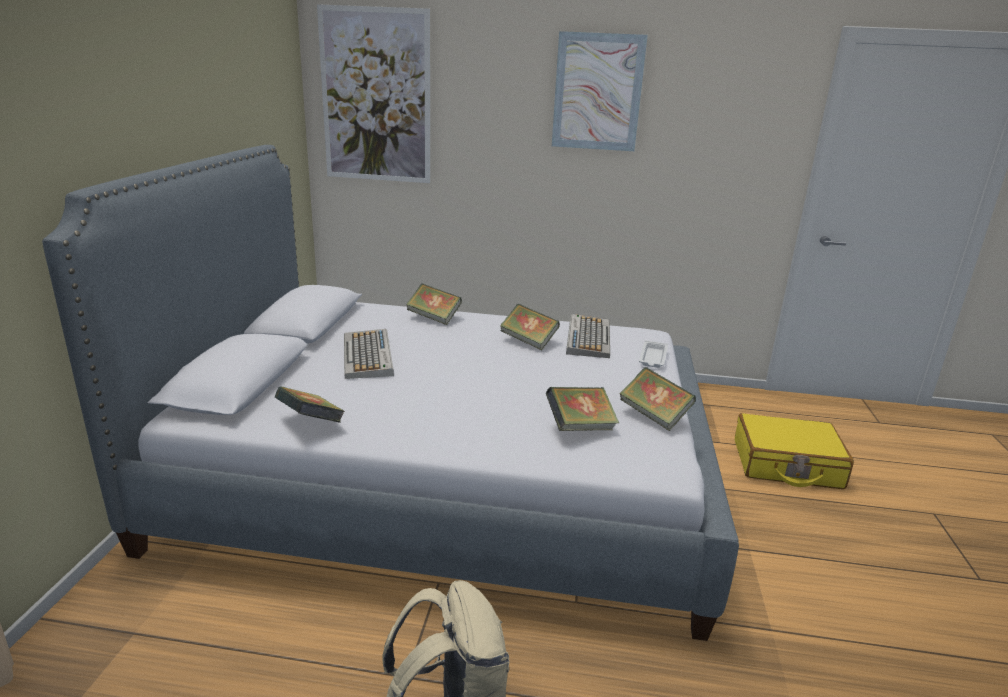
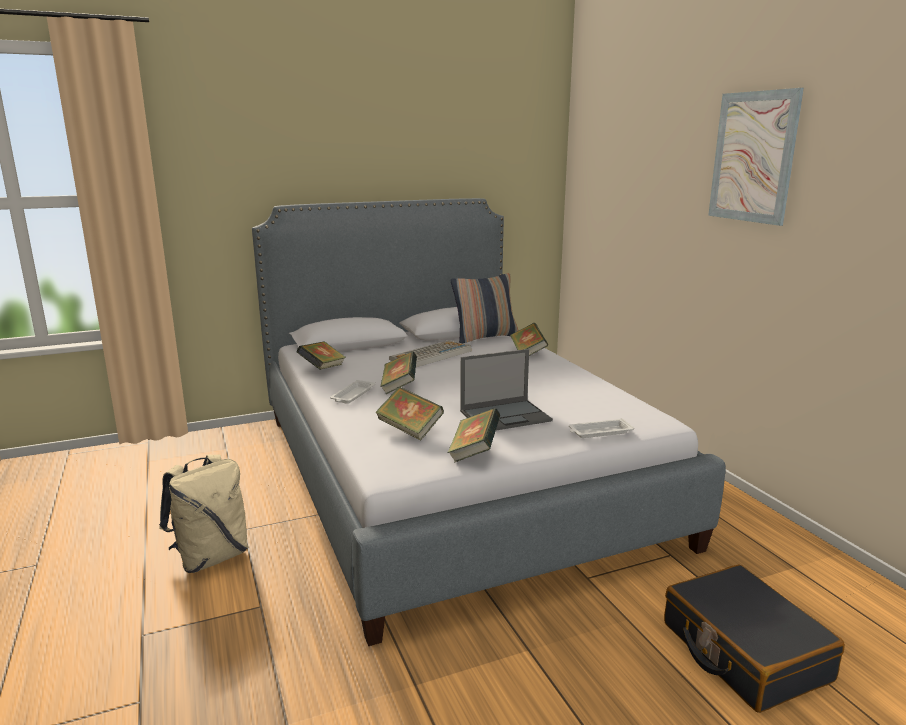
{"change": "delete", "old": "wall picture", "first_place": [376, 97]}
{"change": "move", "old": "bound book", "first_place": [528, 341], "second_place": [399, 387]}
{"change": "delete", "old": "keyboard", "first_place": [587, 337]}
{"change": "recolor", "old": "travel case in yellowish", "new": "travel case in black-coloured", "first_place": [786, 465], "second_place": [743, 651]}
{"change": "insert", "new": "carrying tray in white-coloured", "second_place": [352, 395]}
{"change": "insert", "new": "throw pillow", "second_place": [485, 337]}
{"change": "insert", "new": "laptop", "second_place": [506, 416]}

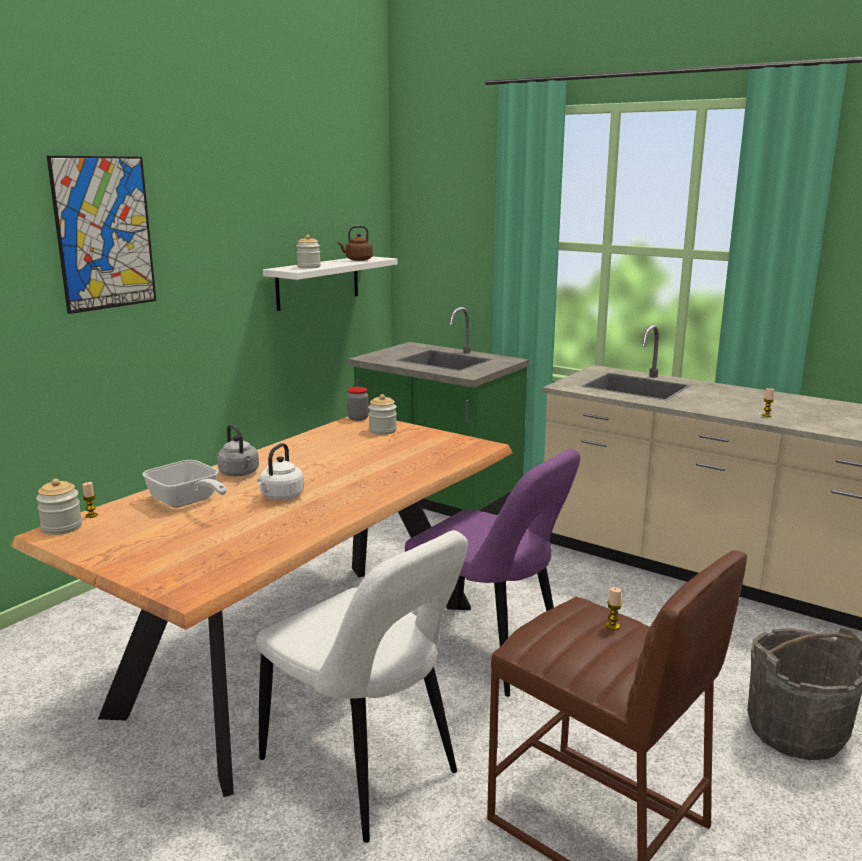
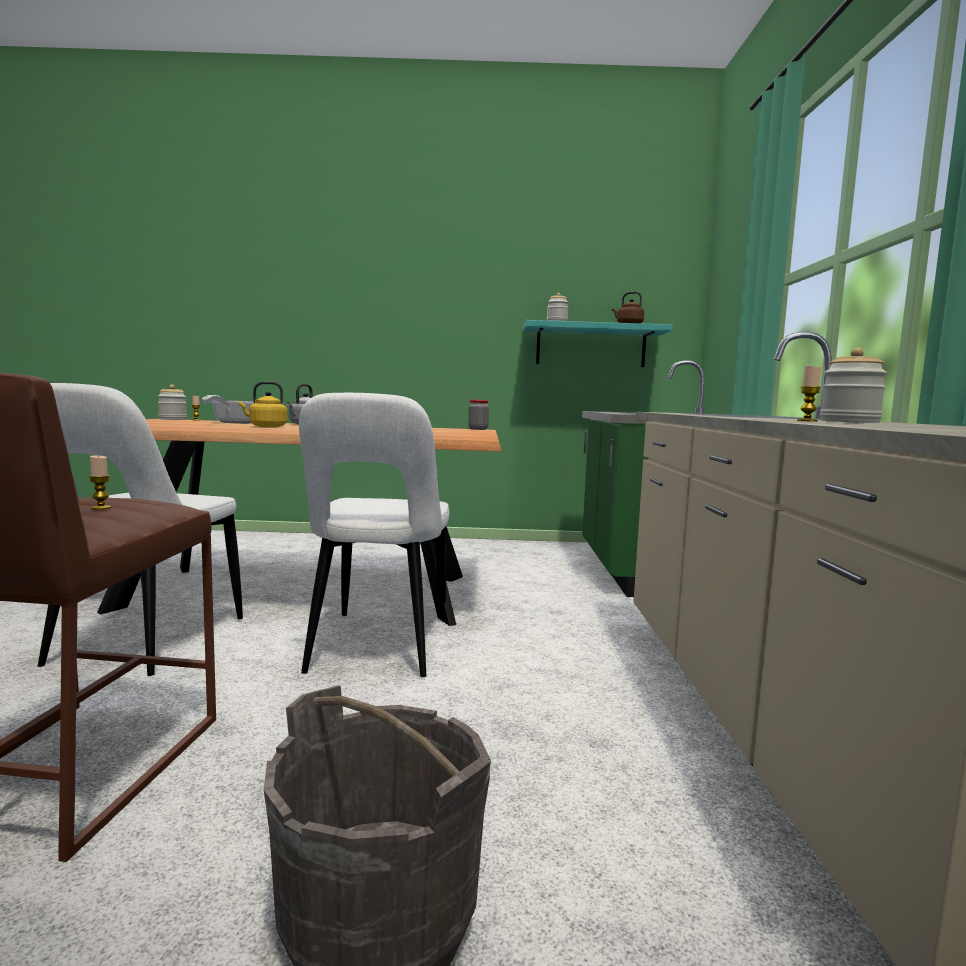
{"change": "delete", "old": "wall picture", "first_place": [104, 233]}
{"change": "recolor", "old": "tea kettle in white-coloured", "new": "tea kettle in yellowish", "first_place": [280, 497], "second_place": [266, 427]}
{"change": "recolor", "old": "shelf in white-coloured", "new": "shelf in turquoise", "first_place": [318, 282], "second_place": [591, 346]}
{"change": "move", "old": "storage jar", "first_place": [382, 431], "second_place": [849, 421]}
{"change": "recolor", "old": "chair in purplish", "new": "chair in white-coloured", "first_place": [487, 652], "second_place": [377, 648]}

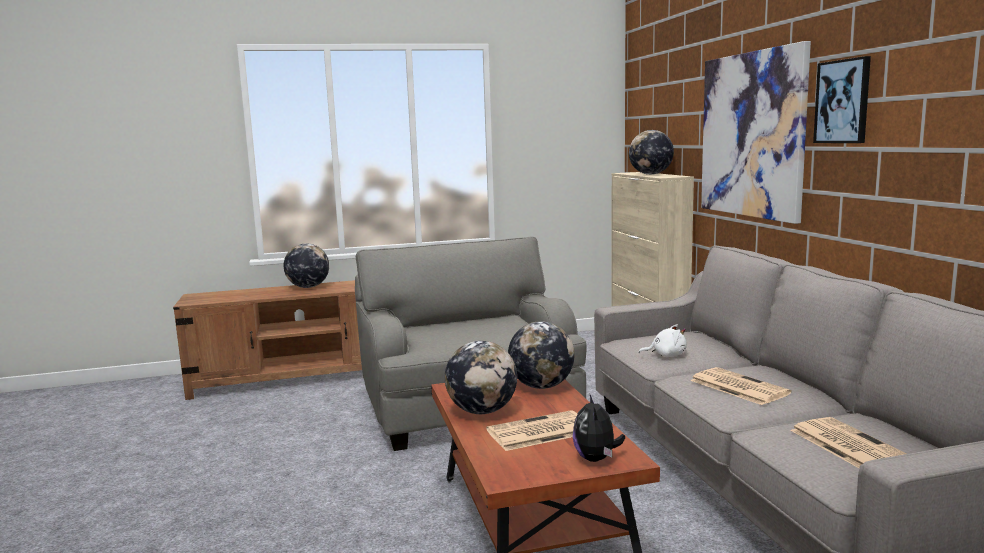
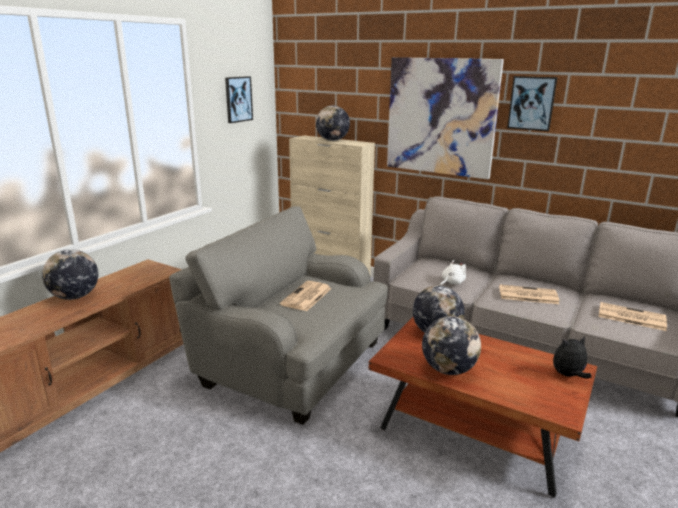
{"change": "move", "old": "newspaper", "first_place": [539, 432], "second_place": [306, 297]}
{"change": "rotate", "old": "plush toy", "first_place": [596, 459], "second_place": [568, 375], "degrees": 120}
{"change": "insert", "new": "wall picture", "second_place": [238, 99]}

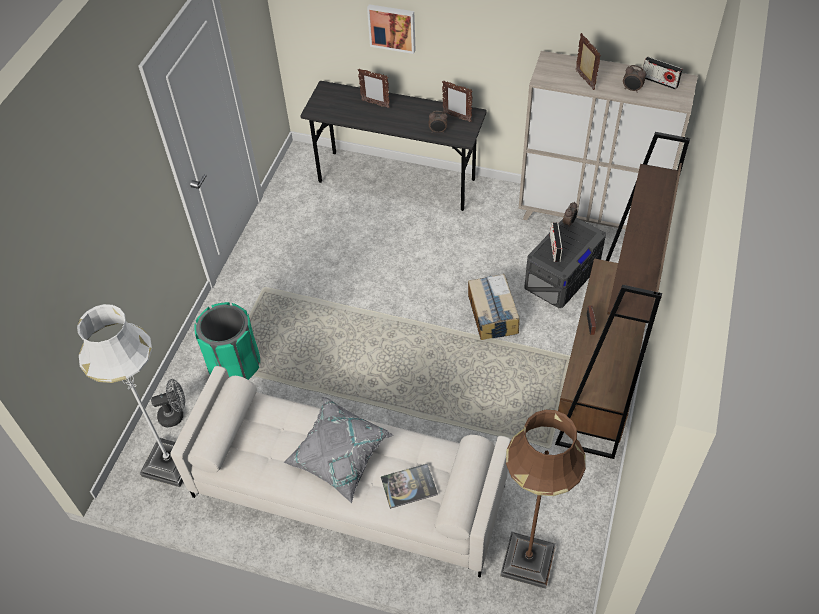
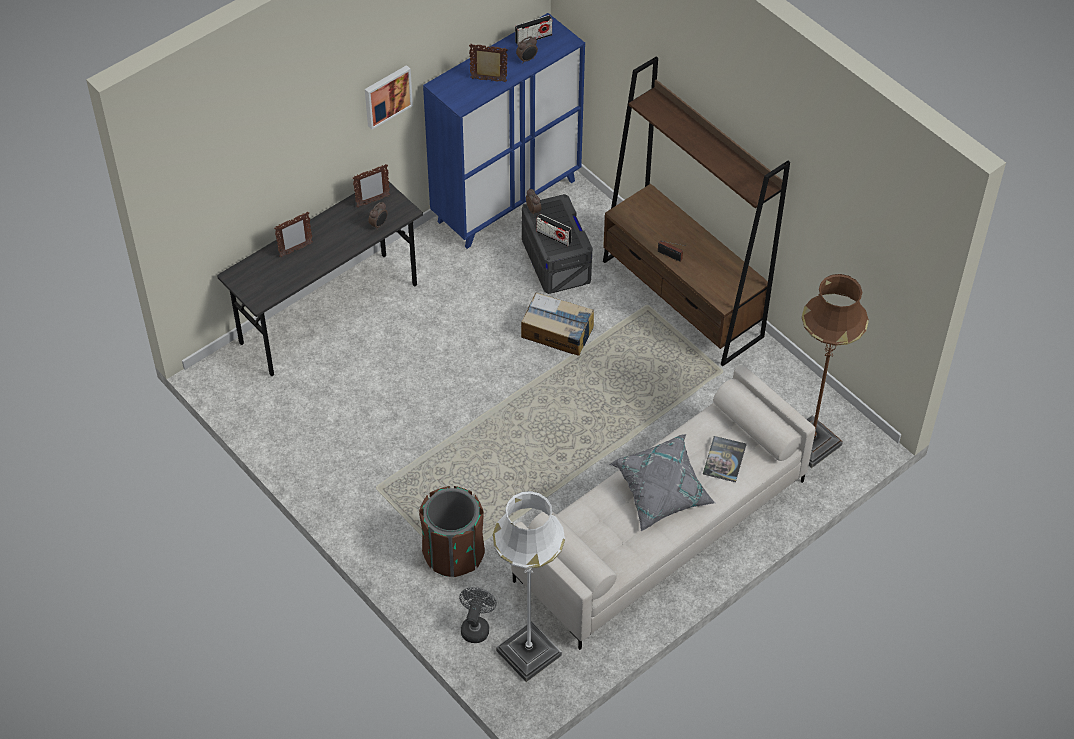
{"change": "recolor", "old": "rubbish bin in green", "new": "rubbish bin in brownish", "first_place": [234, 364], "second_place": [453, 553]}
{"change": "move", "old": "wall picture", "first_place": [392, 27], "second_place": [387, 95]}
{"change": "recolor", "old": "cupboard in beige-coloured", "new": "cupboard in blue-coloured", "first_place": [590, 216], "second_place": [506, 200]}

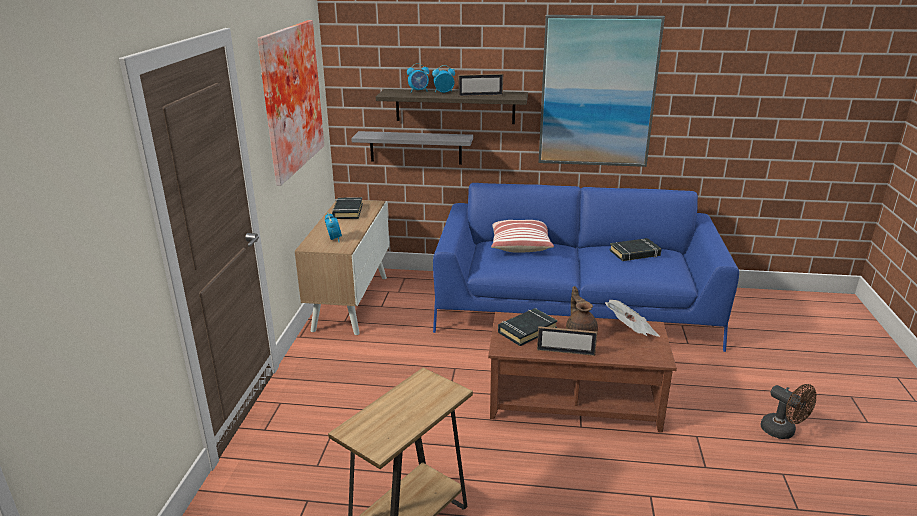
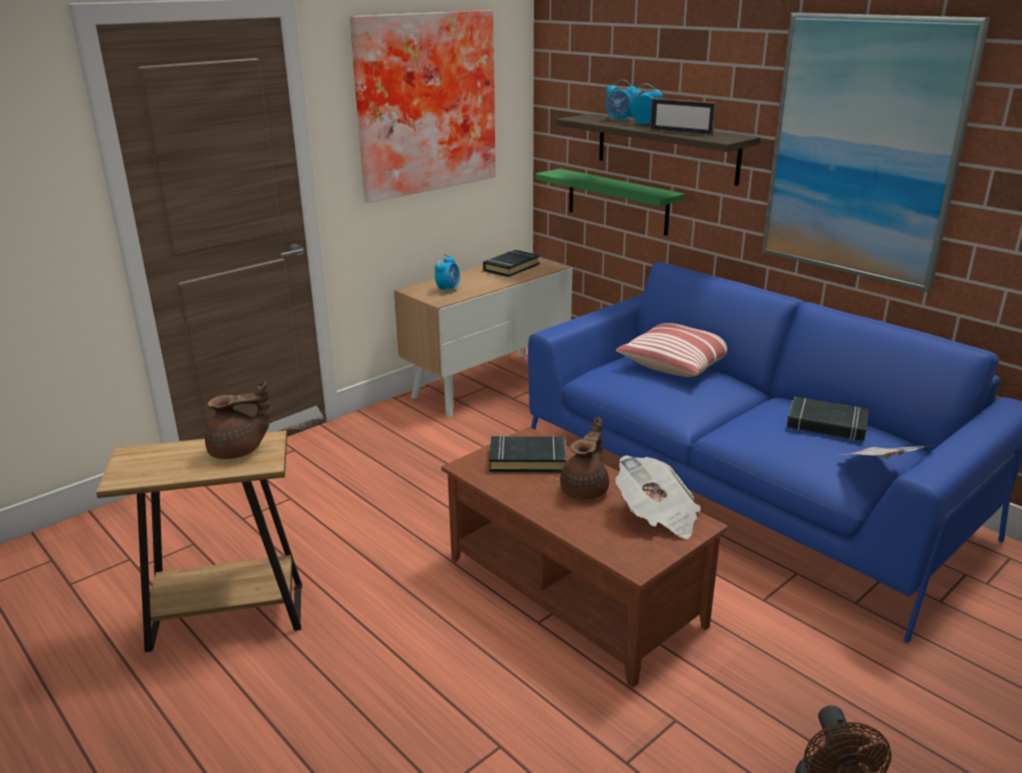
{"change": "recolor", "old": "shelf in gray", "new": "shelf in green", "first_place": [415, 147], "second_place": [617, 201]}
{"change": "delete", "old": "photo frame", "first_place": [565, 352]}
{"change": "insert", "new": "pot for tea in brownish", "second_place": [238, 451]}
{"change": "insert", "new": "newspaper", "second_place": [880, 469]}

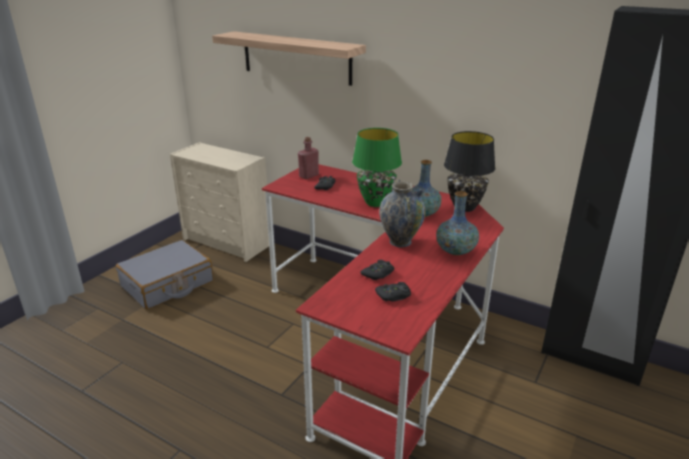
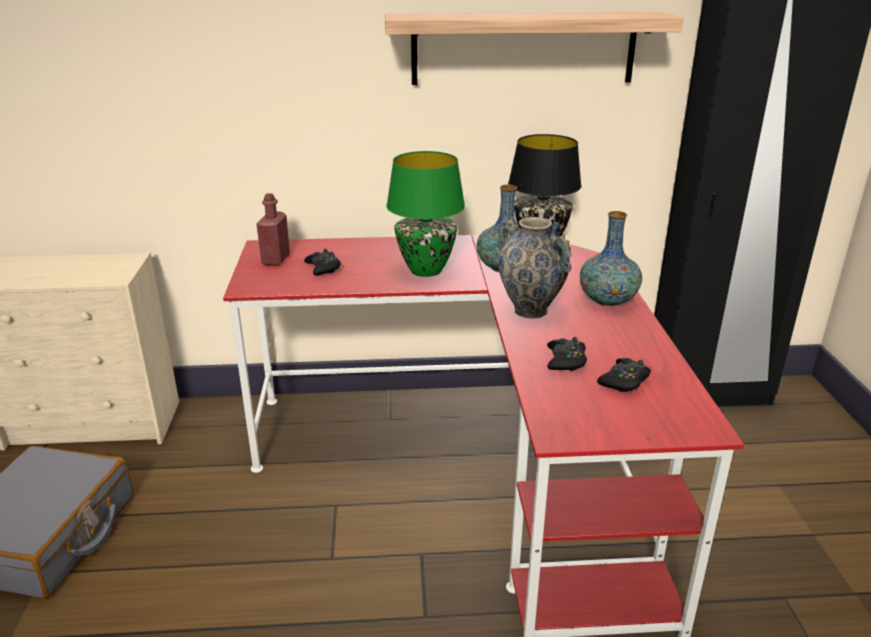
{"change": "move", "old": "shelf", "first_place": [296, 57], "second_place": [523, 48]}

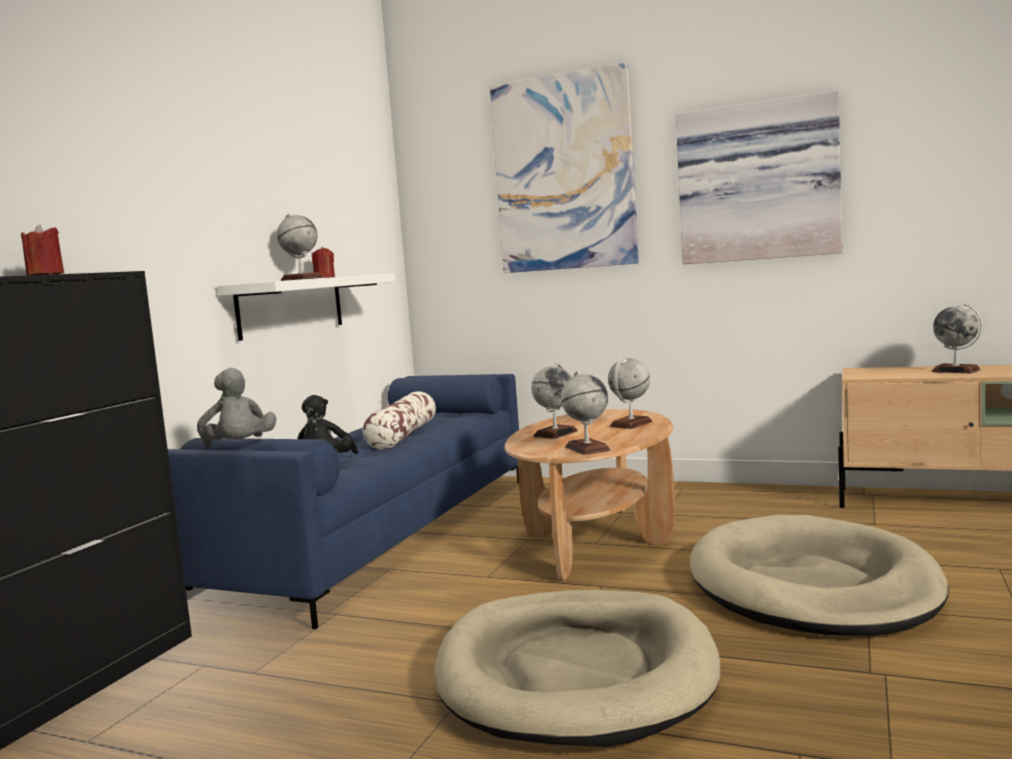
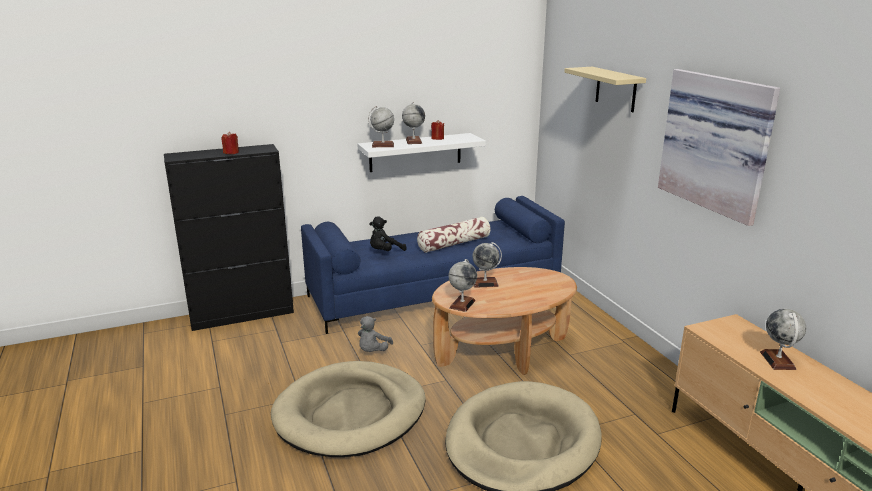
{"change": "move", "old": "plush toy in gray", "first_place": [239, 448], "second_place": [373, 351]}
{"change": "replace", "old": "wall picture", "new": "shelf in beige-coloured", "first_place": [564, 173], "second_place": [616, 89]}
{"change": "move", "old": "desk globe", "first_place": [631, 424], "second_place": [382, 145]}

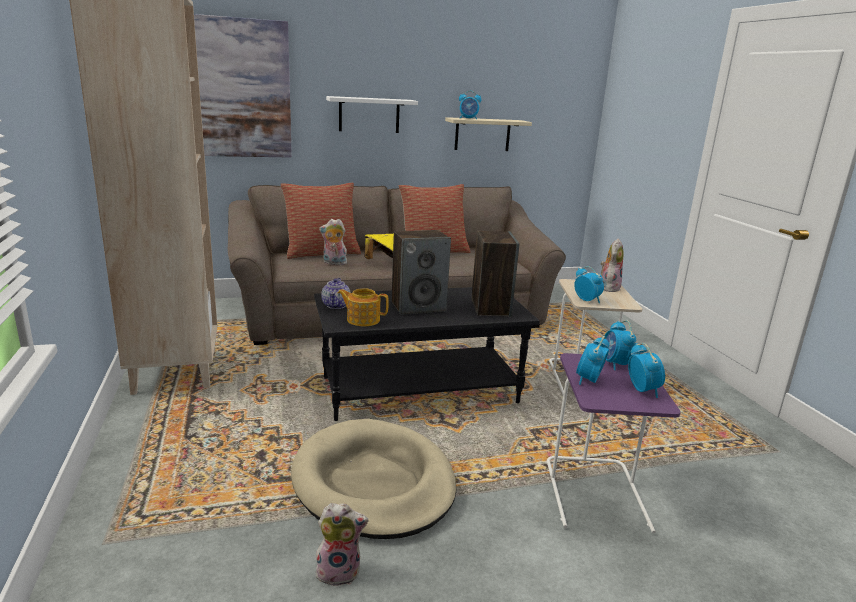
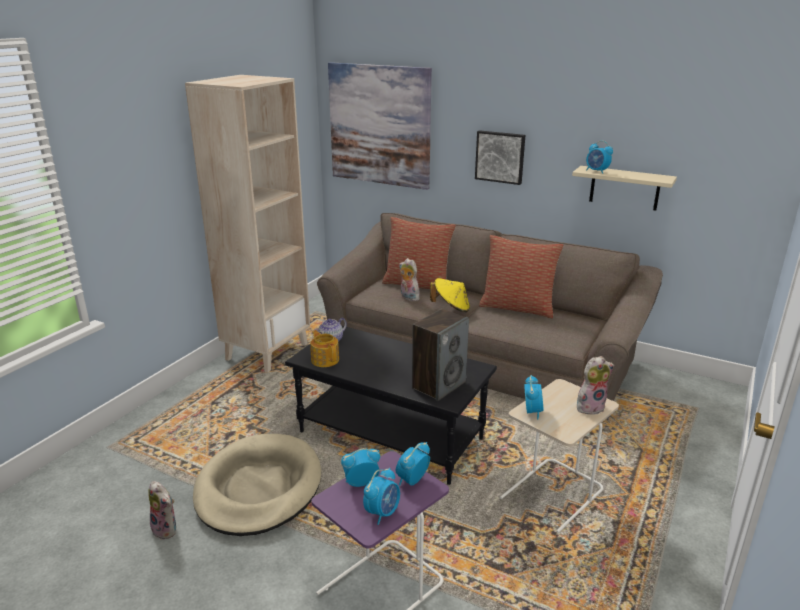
{"change": "replace", "old": "shelf in white-coloured", "new": "wall picture", "first_place": [369, 115], "second_place": [500, 157]}
{"change": "delete", "old": "loudspeaker", "first_place": [418, 307]}

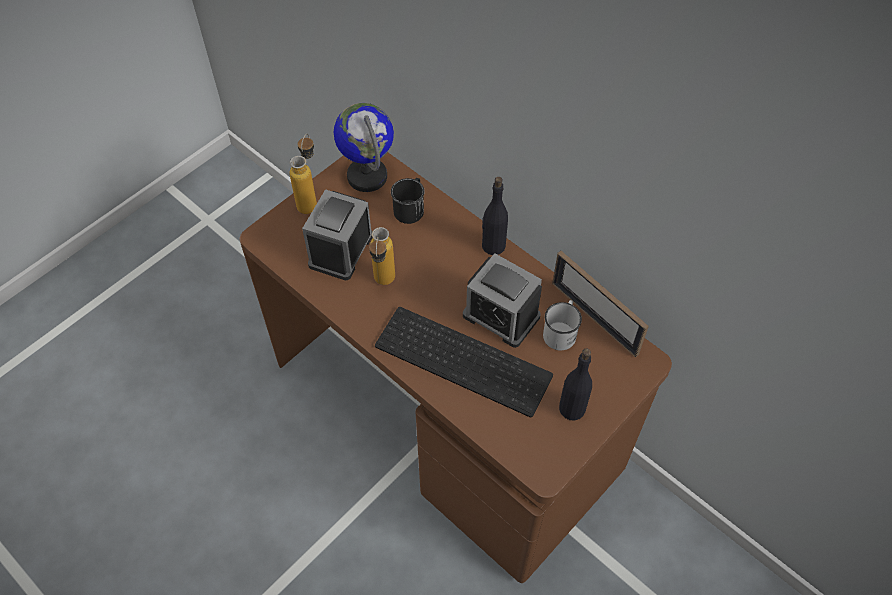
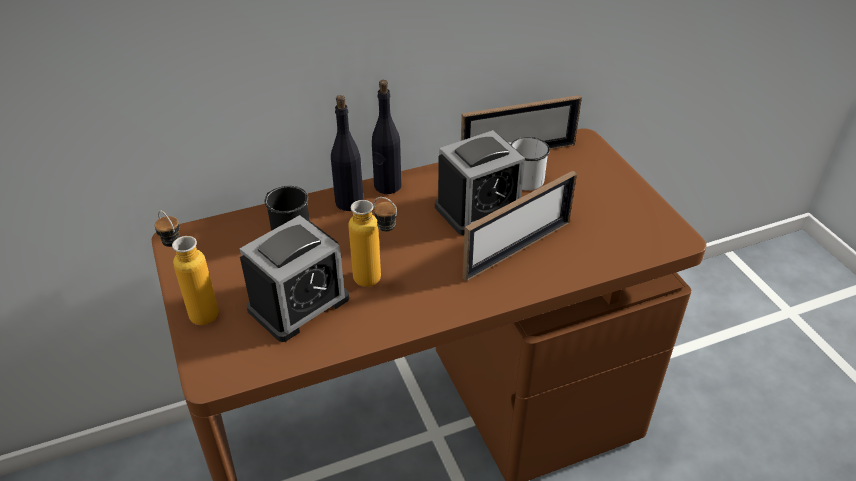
{"change": "rotate", "old": "bedside clock", "first_place": [341, 250], "second_place": [298, 304], "degrees": -90}
{"change": "delete", "old": "desk globe", "first_place": [367, 176]}
{"change": "replace", "old": "keyboard", "new": "photo frame", "first_place": [466, 359], "second_place": [517, 249]}
{"change": "move", "old": "beverage bottle in black-coloured", "first_place": [572, 408], "second_place": [349, 202]}

